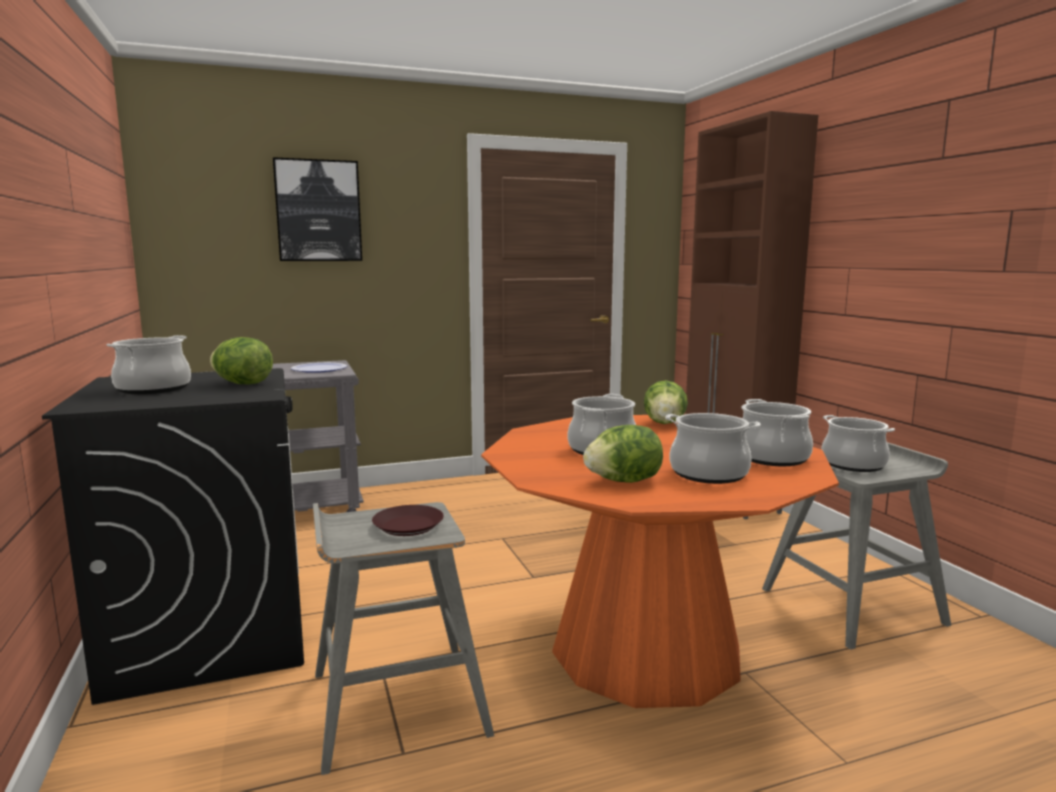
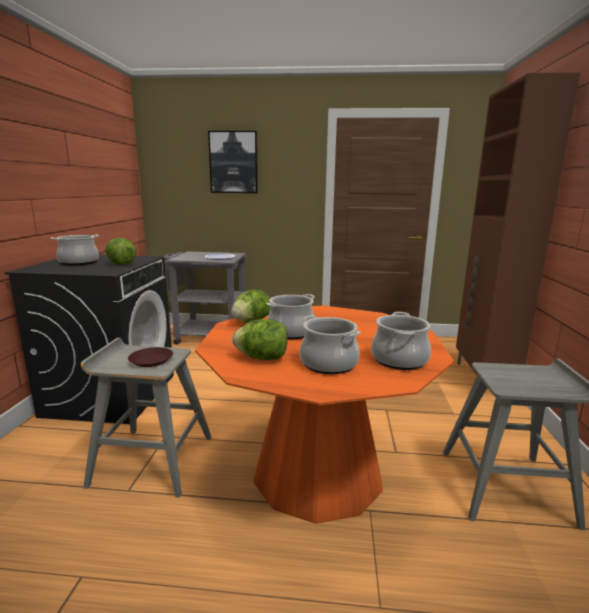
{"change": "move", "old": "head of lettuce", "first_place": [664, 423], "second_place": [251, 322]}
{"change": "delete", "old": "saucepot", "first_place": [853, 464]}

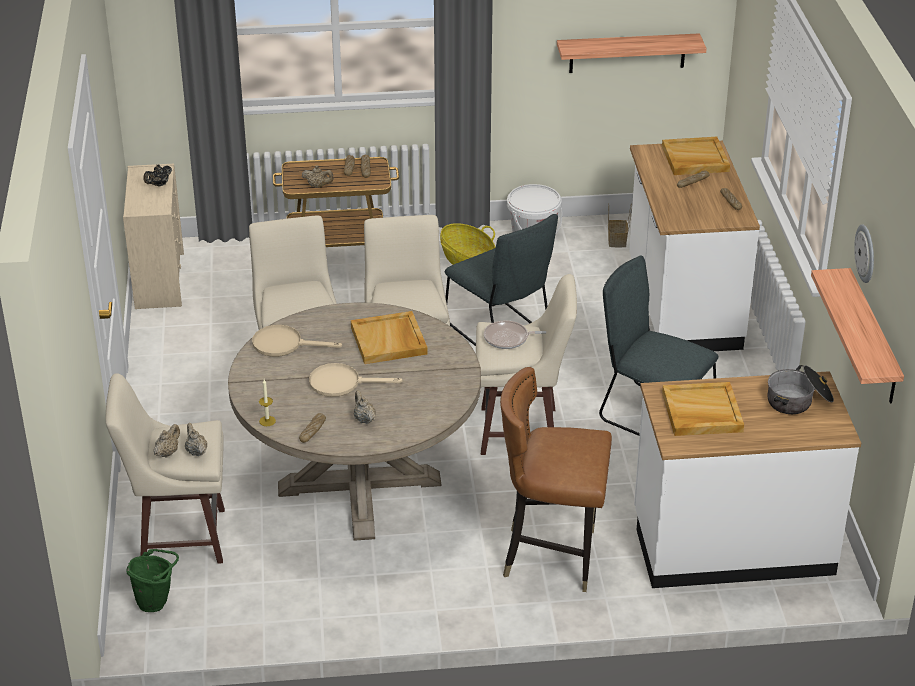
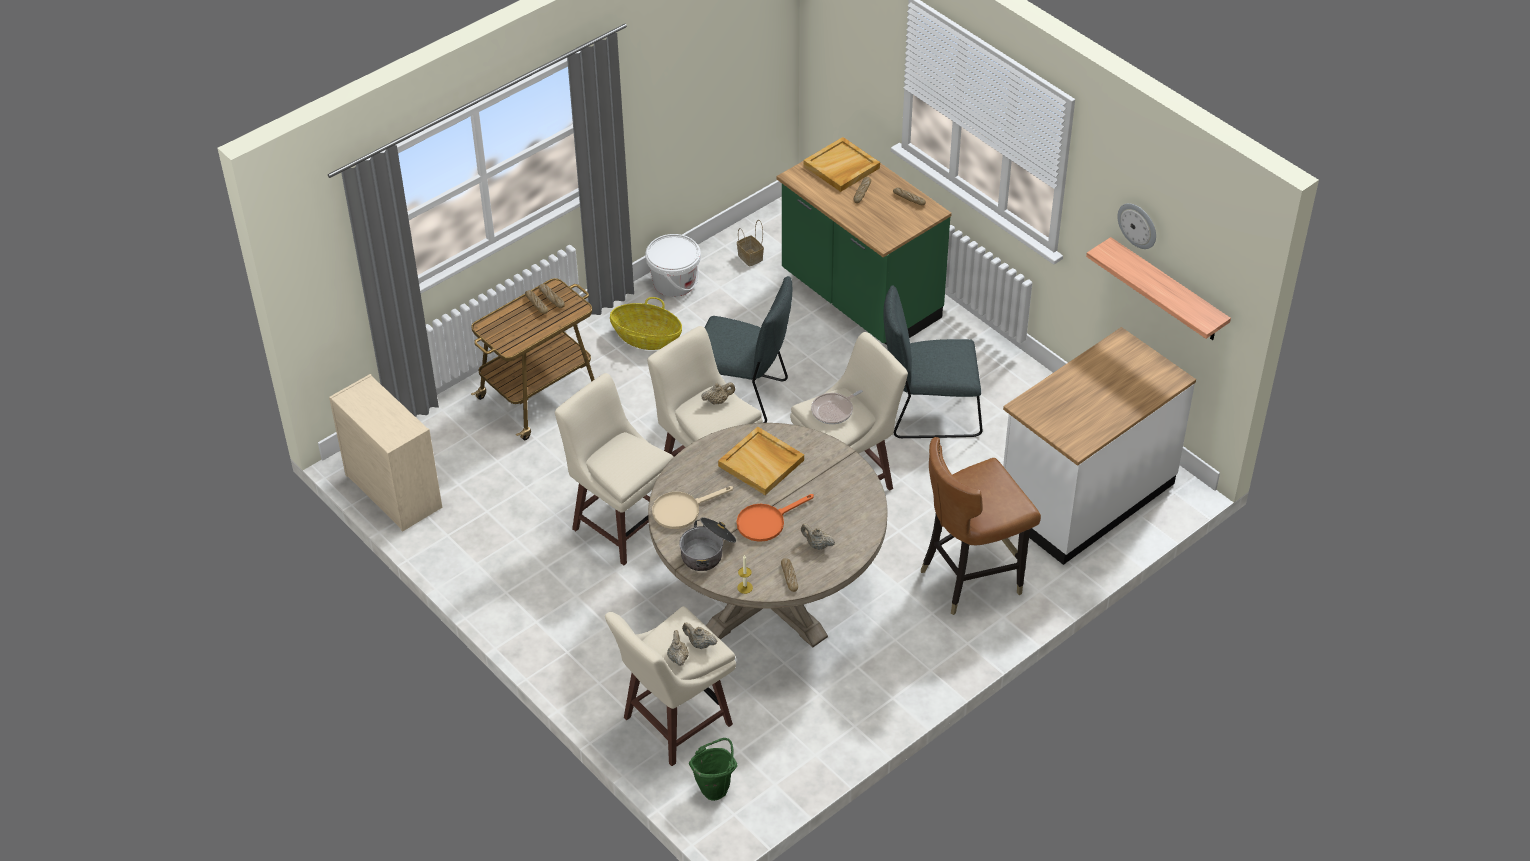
{"change": "delete", "old": "pot for tea in black-coloured", "first_place": [159, 184]}
{"change": "move", "old": "pot for tea in beige-coloured", "first_place": [318, 186], "second_place": [718, 401]}
{"change": "recolor", "old": "pan in beige-coloured", "new": "pan in orangey", "first_place": [342, 383], "second_place": [766, 522]}
{"change": "delete", "old": "shelf", "first_place": [627, 53]}
{"change": "recolor", "old": "kitchen counter in white-coloured", "new": "kitchen counter in green", "first_place": [681, 306], "second_place": [859, 298]}
{"change": "delete", "old": "carrying tray in beige-coloured", "first_place": [701, 412]}
{"change": "move", "old": "saucepot", "first_place": [798, 401], "second_place": [708, 551]}

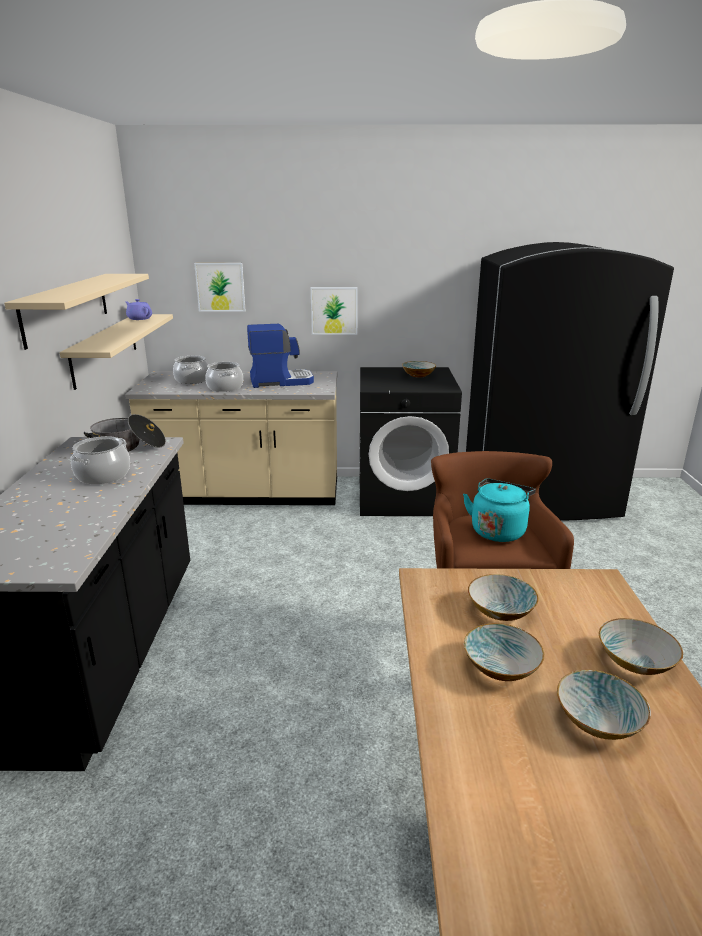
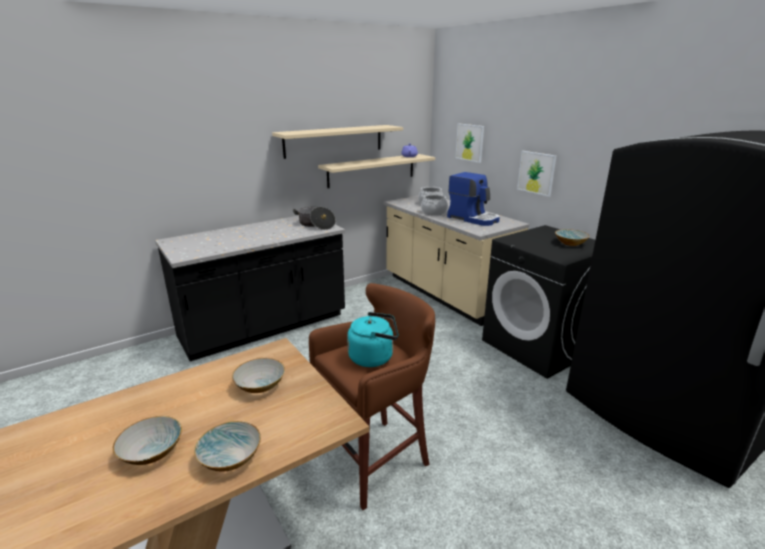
{"change": "delete", "old": "saucepot", "first_place": [103, 475]}
{"change": "delete", "old": "bowl", "first_place": [501, 666]}

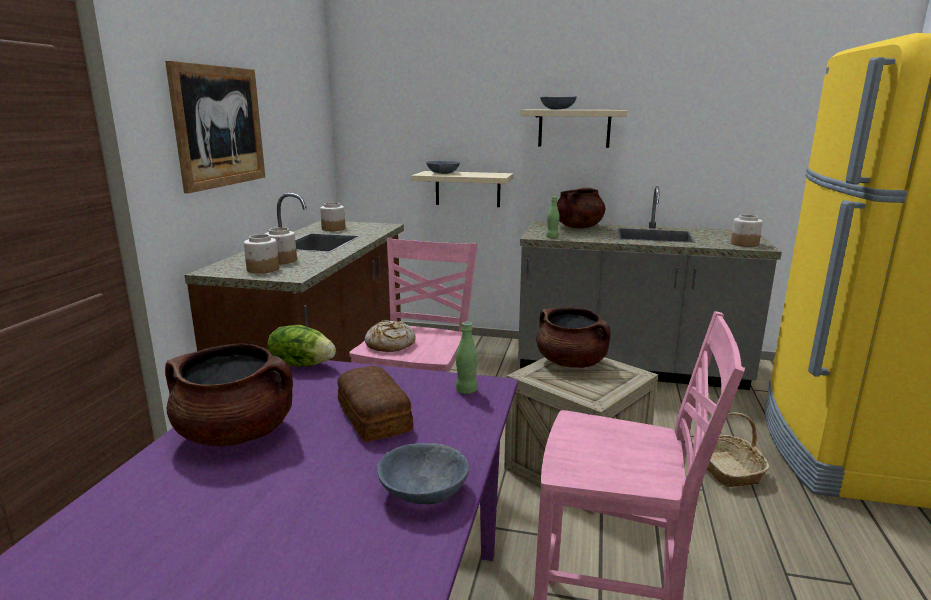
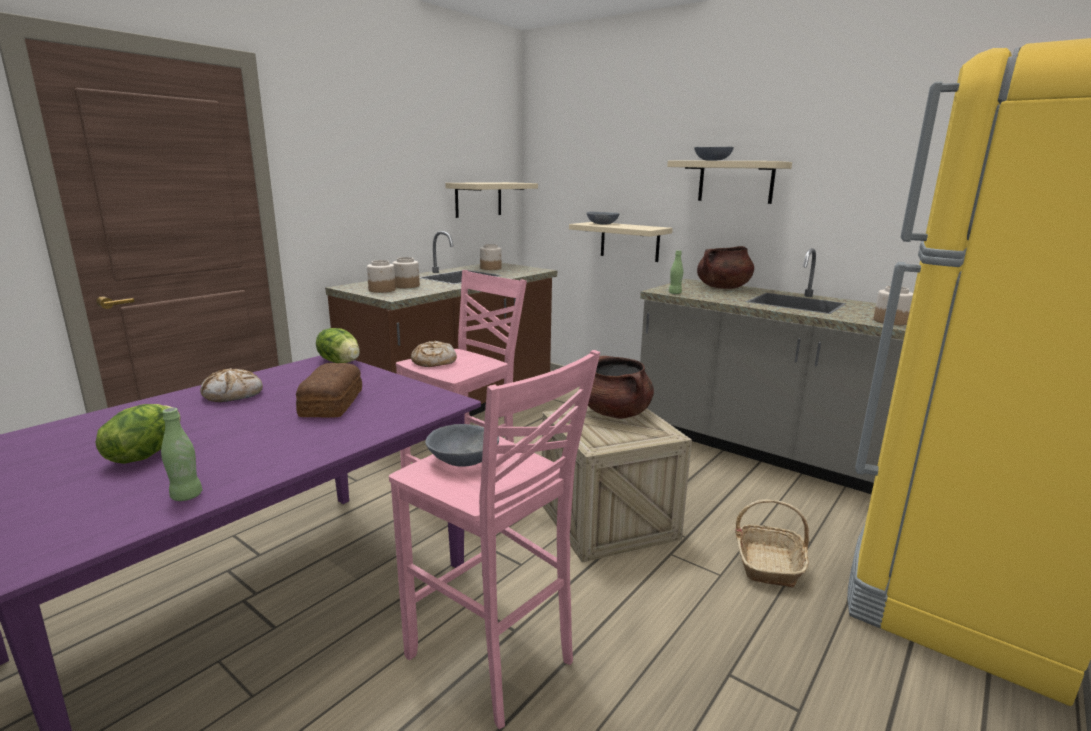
{"change": "delete", "old": "wall picture", "first_place": [219, 126]}
{"change": "replace", "old": "saucepot in brownish", "new": "bread", "first_place": [236, 434], "second_place": [233, 394]}
{"change": "move", "old": "bowl in gray", "first_place": [422, 492], "second_place": [462, 460]}
{"change": "move", "old": "beverage bottle in green", "first_place": [466, 391], "second_place": [186, 496]}
{"change": "insert", "new": "head of lettuce", "second_place": [145, 454]}
{"change": "insert", "new": "shelf in beige-coloured", "second_place": [478, 199]}

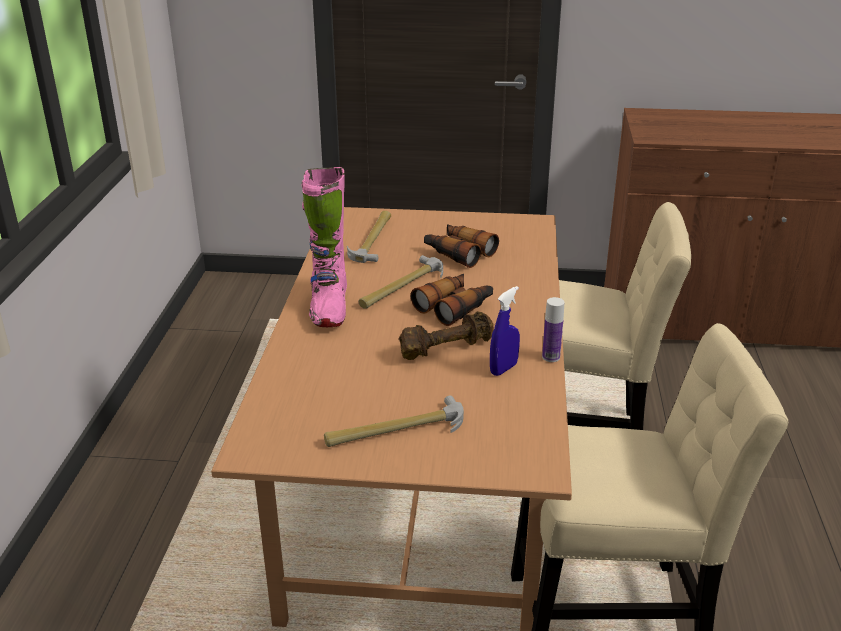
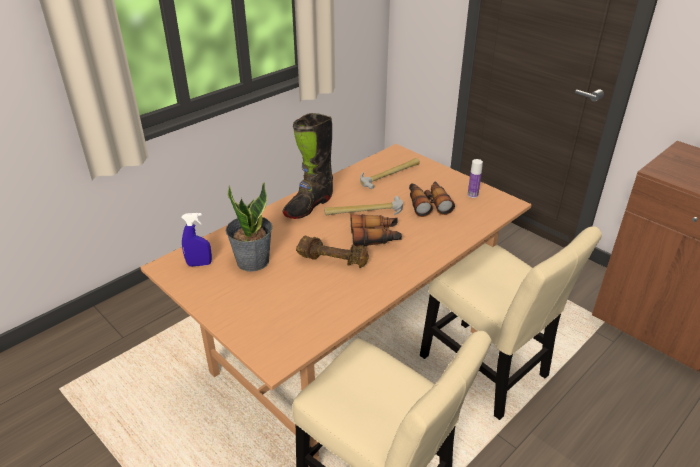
{"change": "recolor", "old": "tall boot in pink-coloured", "new": "tall boot in black-coloured", "first_place": [329, 308], "second_place": [308, 206]}
{"change": "delete", "old": "hand hammer", "first_place": [395, 430]}
{"change": "move", "old": "hand sprayer in blue-coloured", "first_place": [503, 369], "second_place": [199, 264]}
{"change": "move", "old": "beverage bottle", "first_place": [551, 357], "second_place": [472, 195]}
{"change": "insert", "new": "plant in a pot", "second_place": [252, 261]}

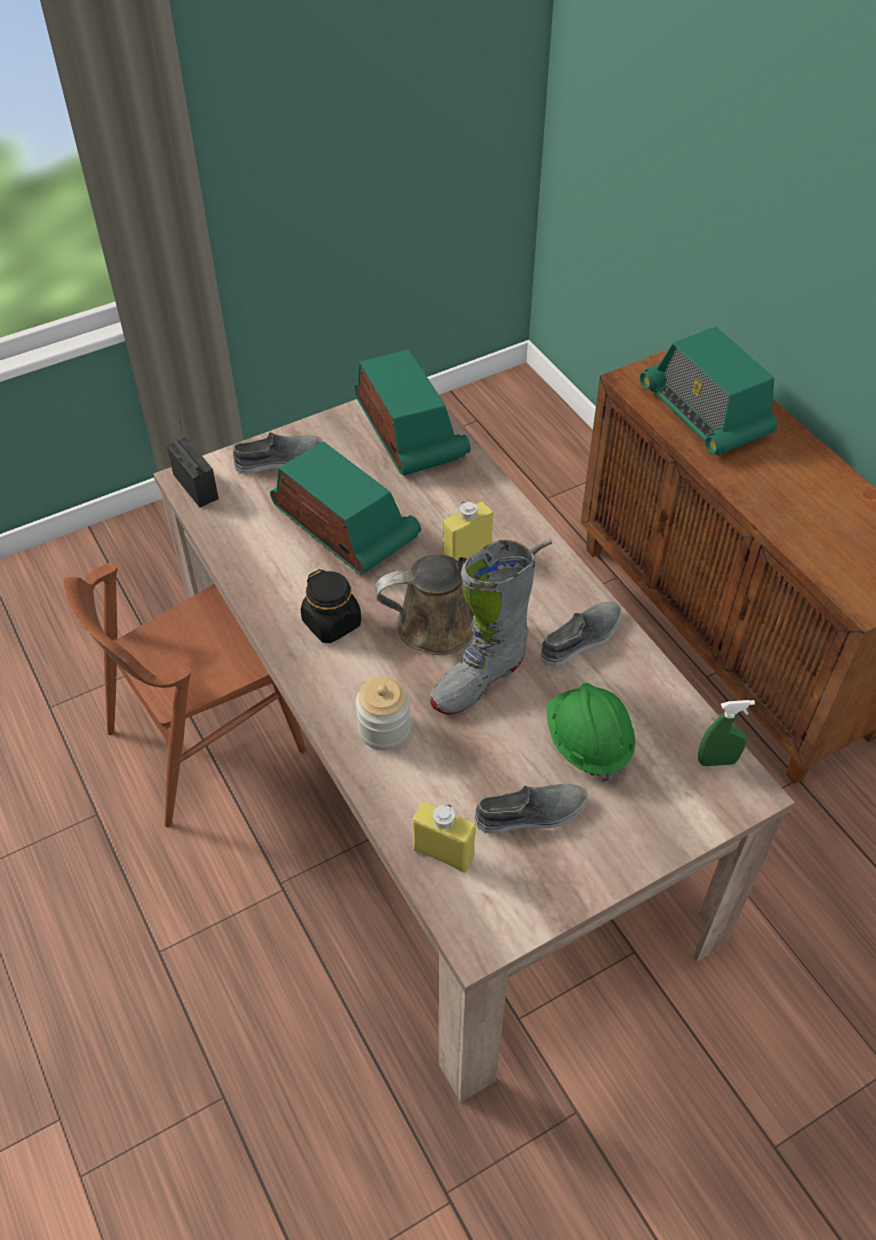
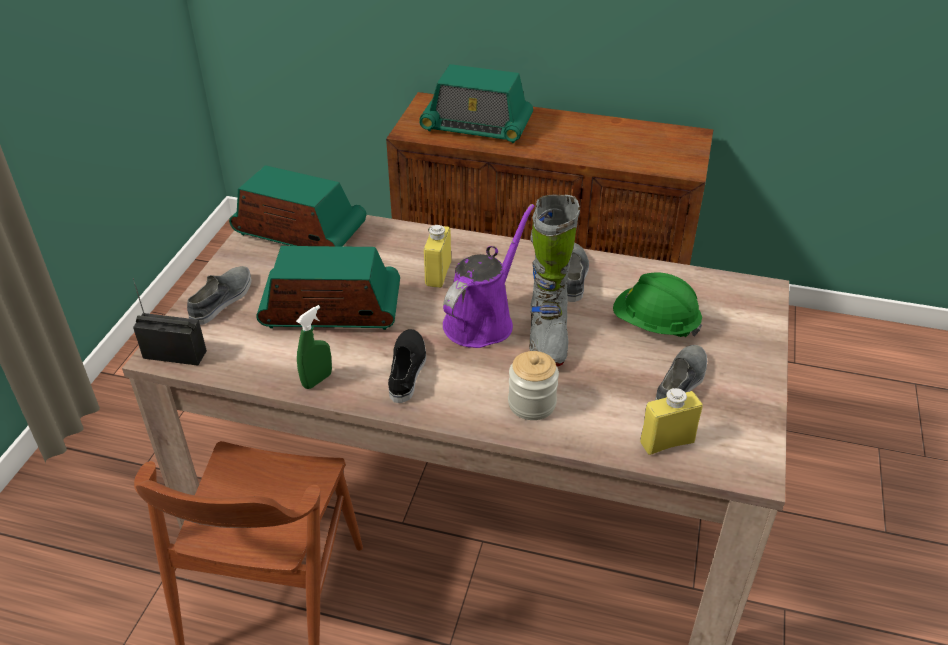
{"change": "replace", "old": "storage jar in black-coloured", "new": "low shoe in black-coloured", "first_place": [332, 623], "second_place": [407, 369]}
{"change": "recolor", "old": "watering pot in brownish", "new": "watering pot in purplish", "first_place": [445, 623], "second_place": [482, 320]}
{"change": "move", "old": "hand sprayer in green", "first_place": [717, 761], "second_place": [317, 380]}

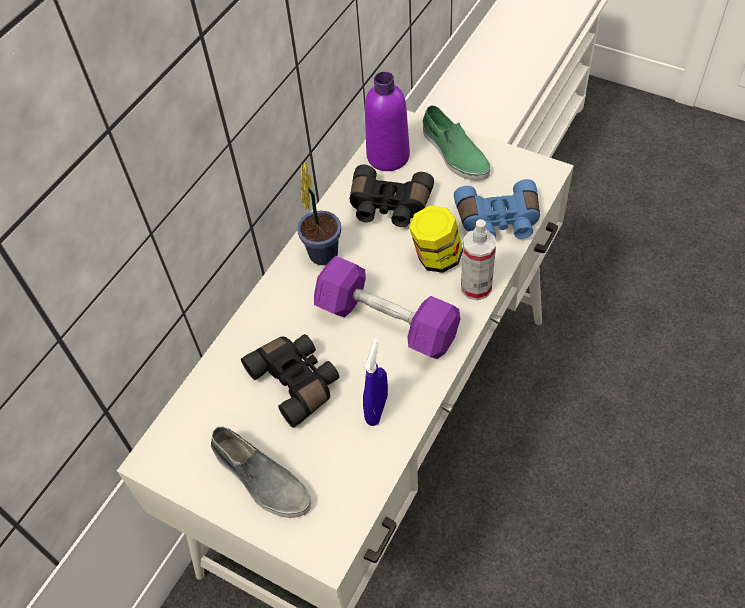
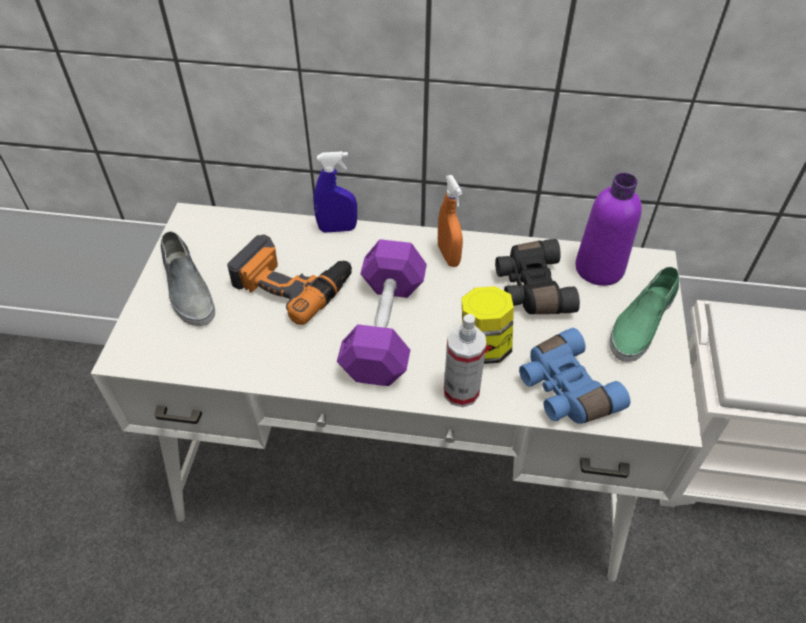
{"change": "rotate", "old": "low shoe in gray", "first_place": [261, 479], "second_place": [187, 289], "degrees": -45}
{"change": "replace", "old": "binoculars in black-coloured", "new": "electric drill", "first_place": [297, 382], "second_place": [292, 282]}
{"change": "replace", "old": "plant in a pot", "new": "hand sprayer in orangey", "first_place": [323, 251], "second_place": [448, 256]}
{"change": "move", "old": "hand sprayer in blue-coloured", "first_place": [377, 409], "second_place": [337, 229]}

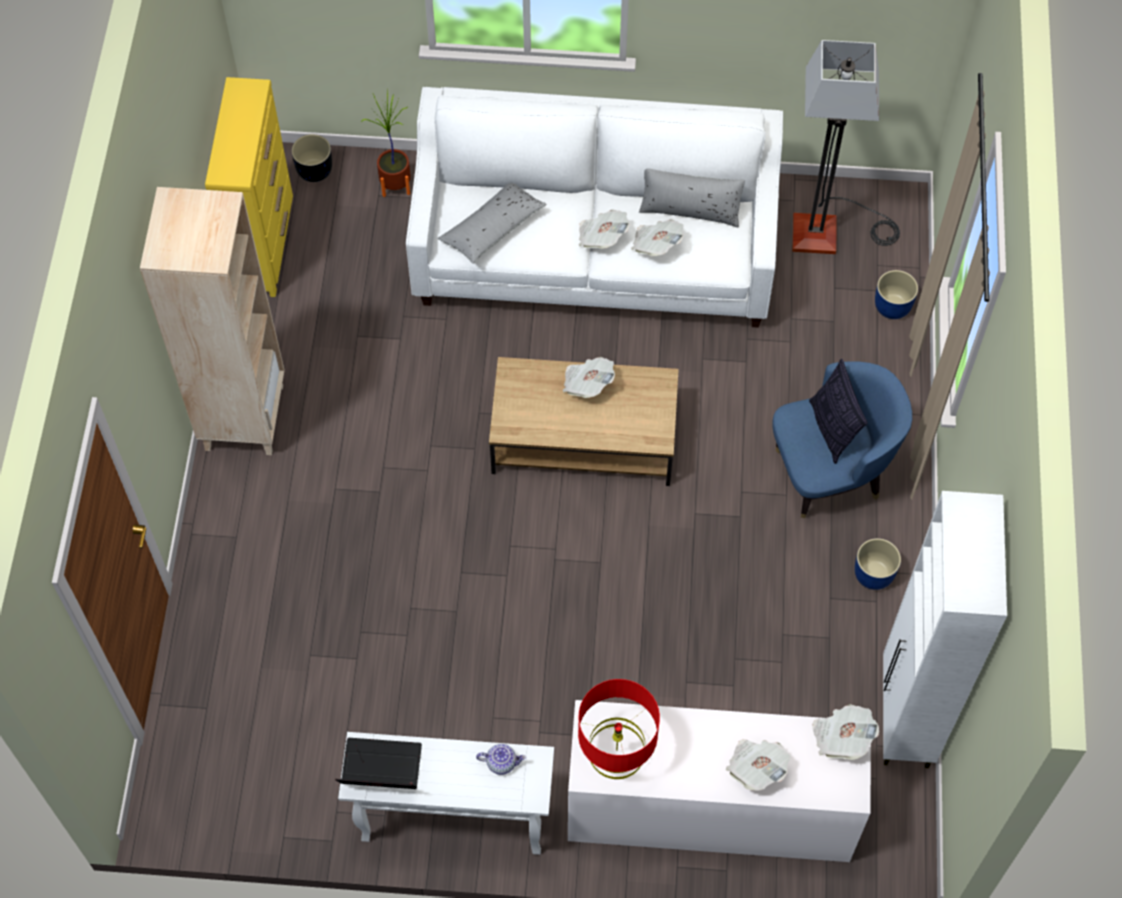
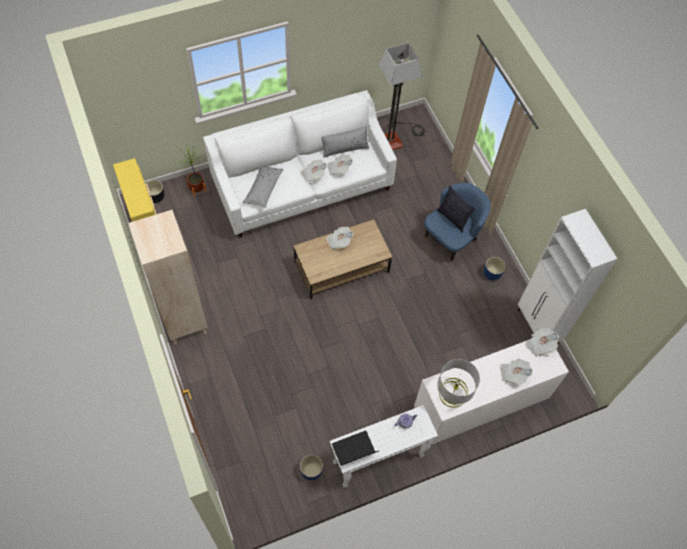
{"change": "recolor", "old": "table lamp in reddish", "new": "table lamp in gray", "first_place": [617, 752], "second_place": [452, 394]}
{"change": "move", "old": "plant pot in blue-coloured", "first_place": [893, 306], "second_place": [311, 470]}

